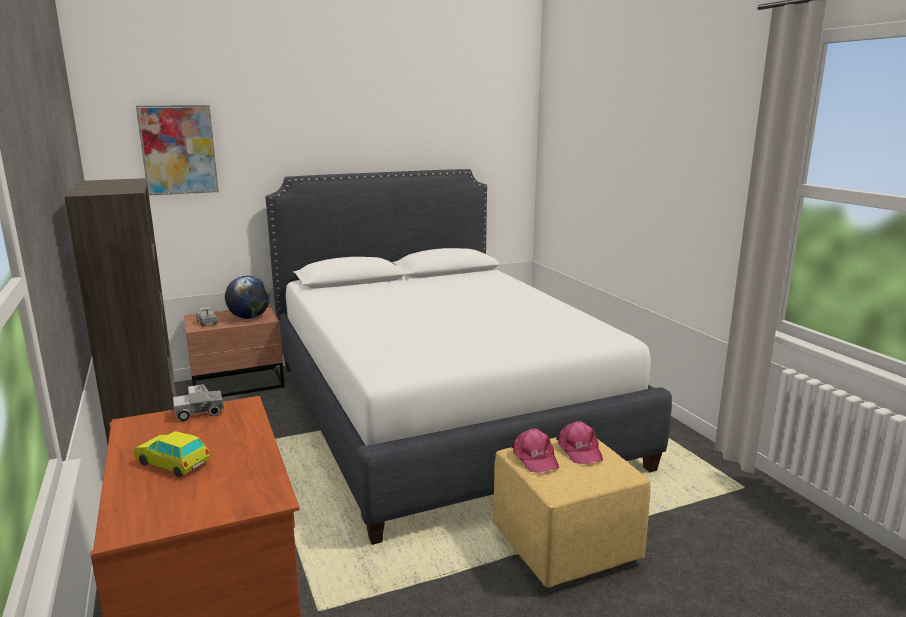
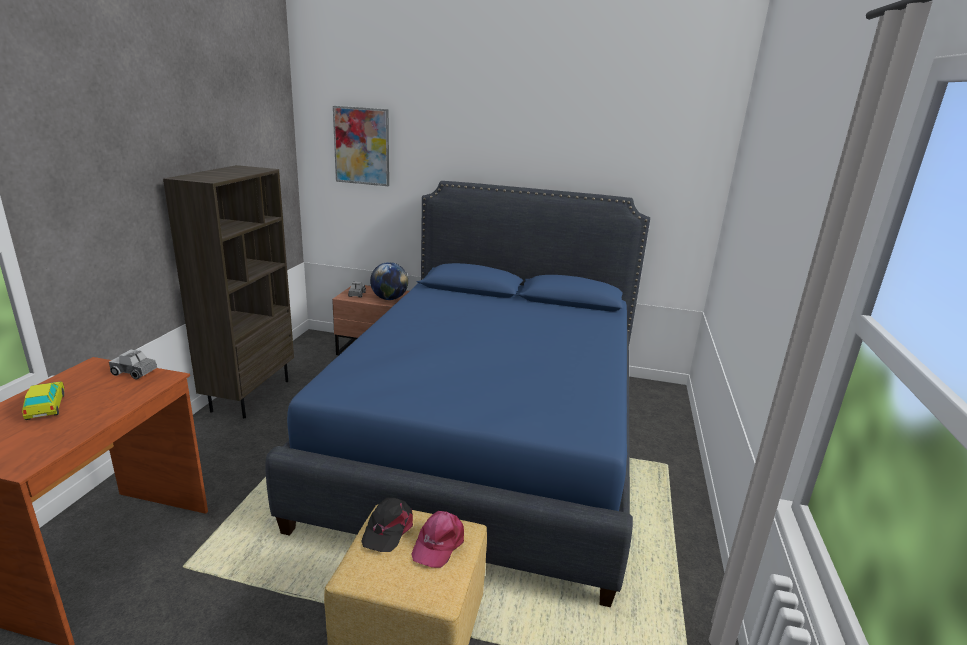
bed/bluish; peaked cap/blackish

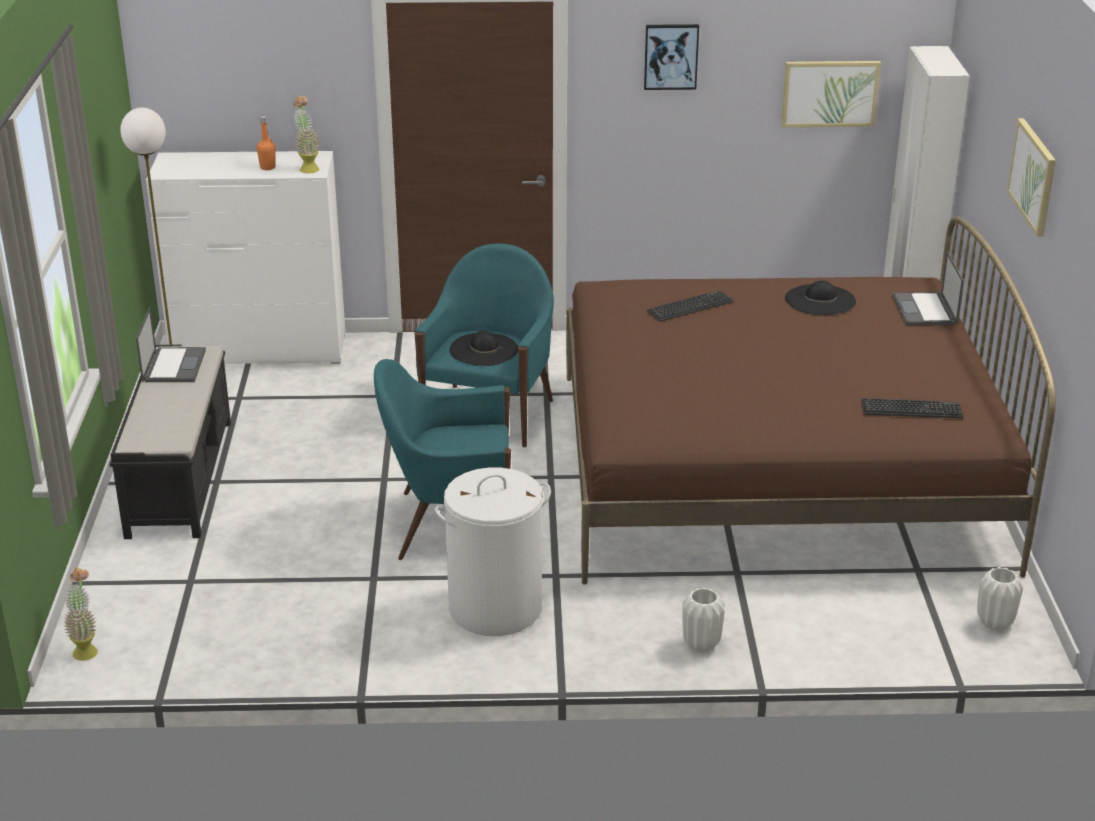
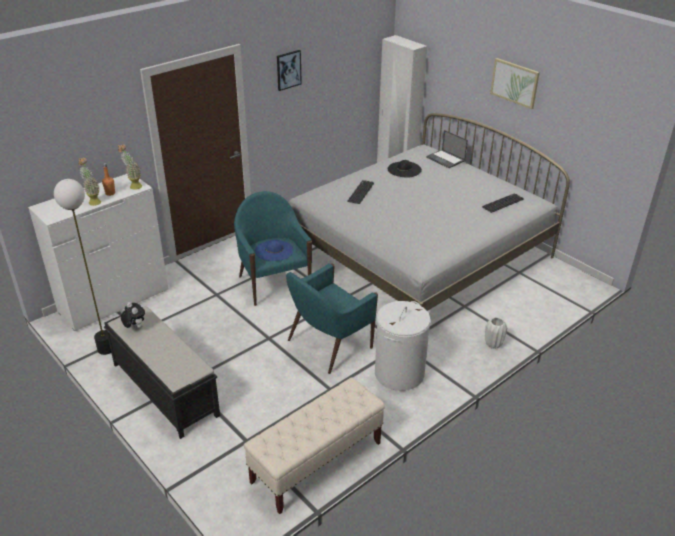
wall picture (2nd from left in the first image); bed/white-coloured; plush toy; hat/bluish; plant in a pot (1st from left); flower vase/white-coloured (2nd from left in the first image); bench/beige

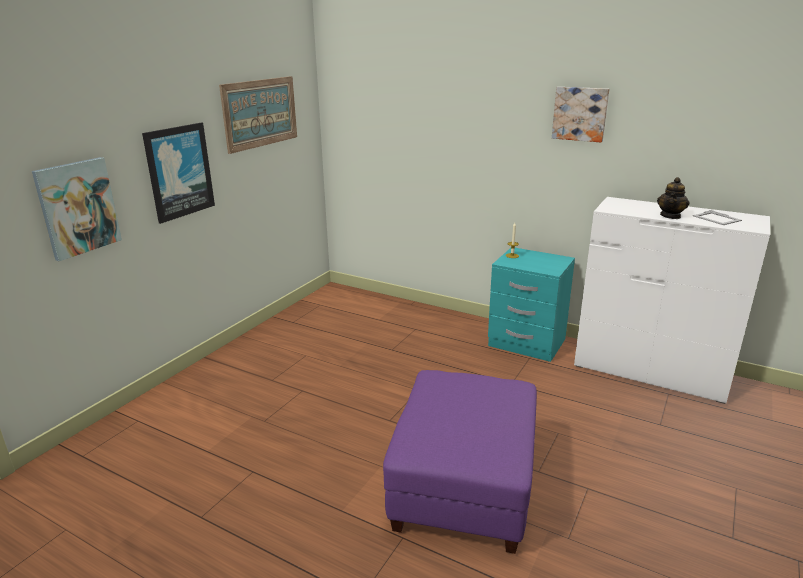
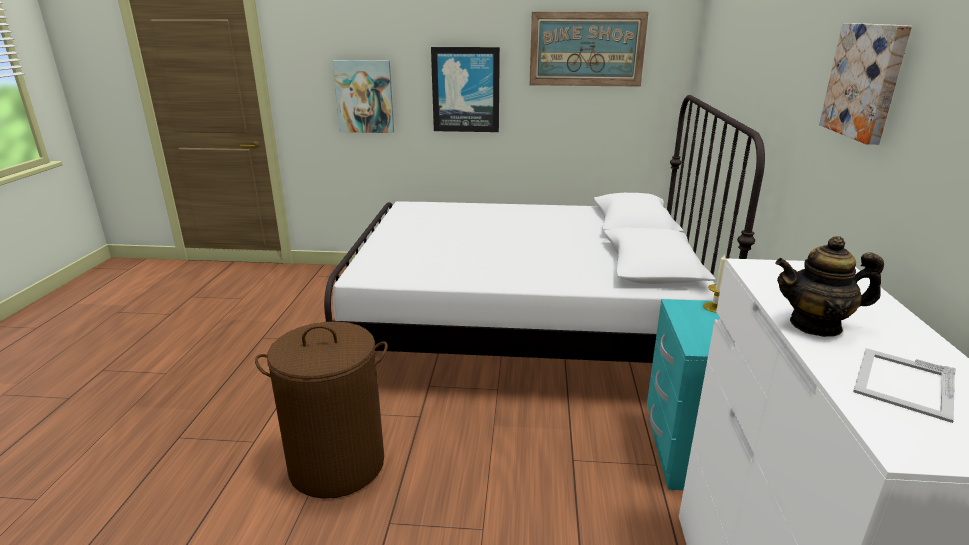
laundry basket/brown; bed/white-coloured

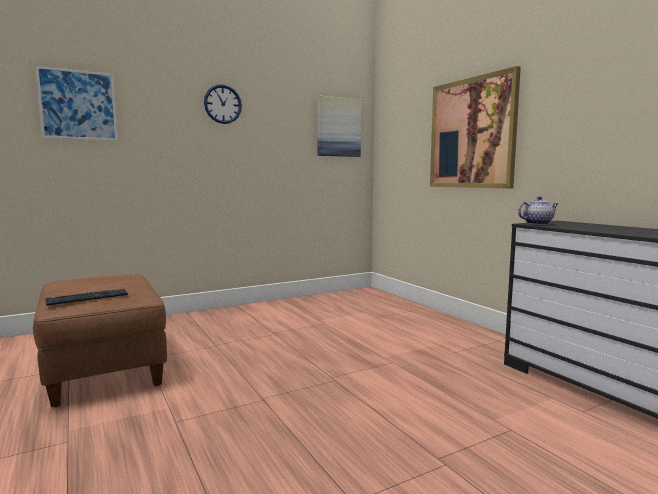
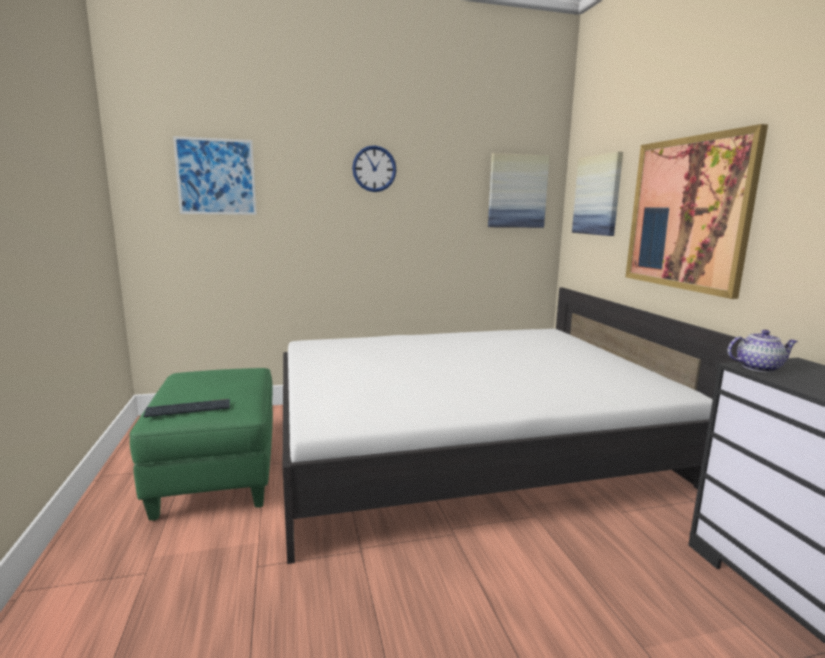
pouffe/greenish; wall picture (3rd from left); bed/white-coloured

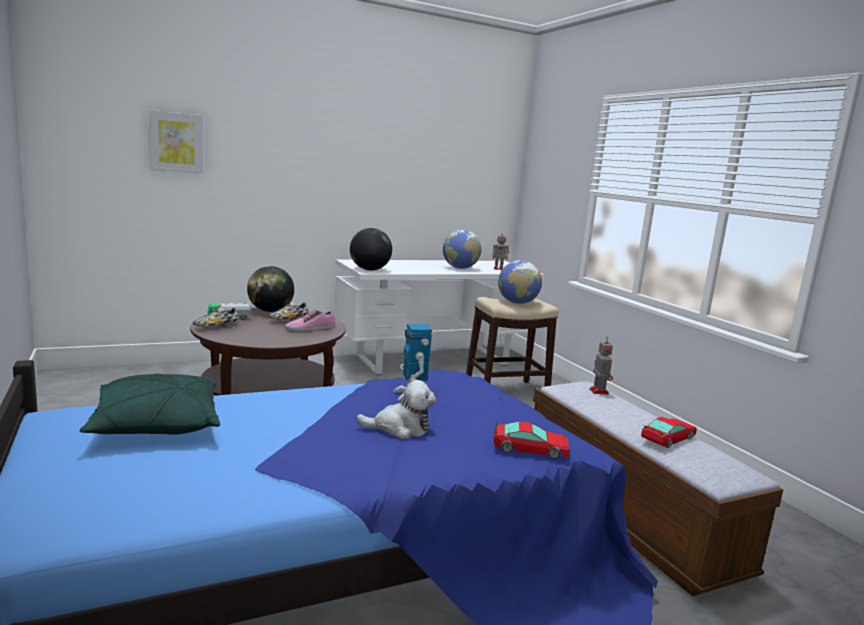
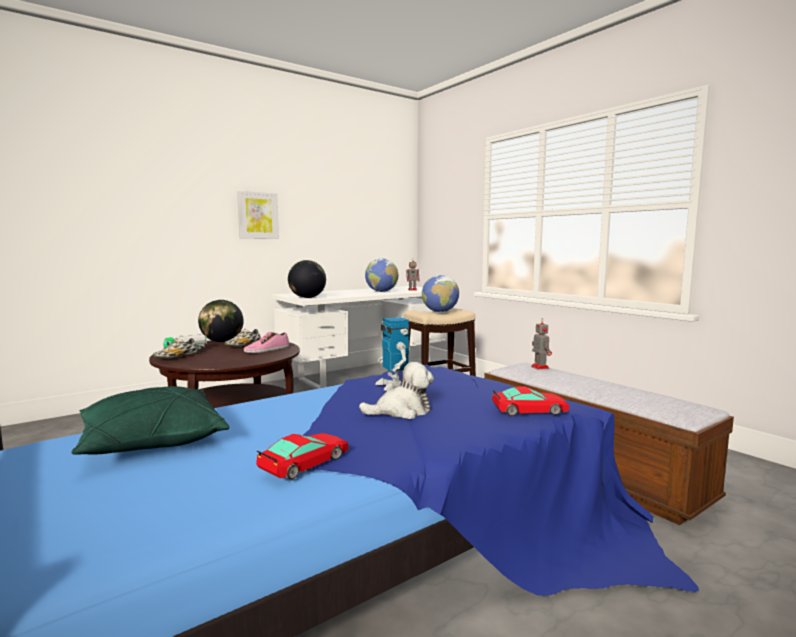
wall picture; miniature car (1st from left)

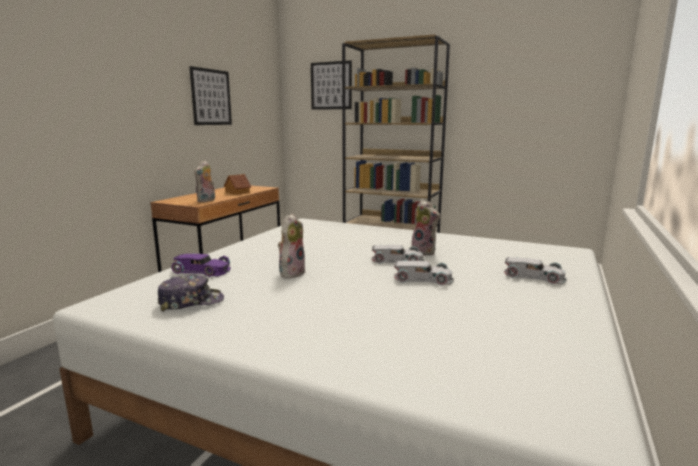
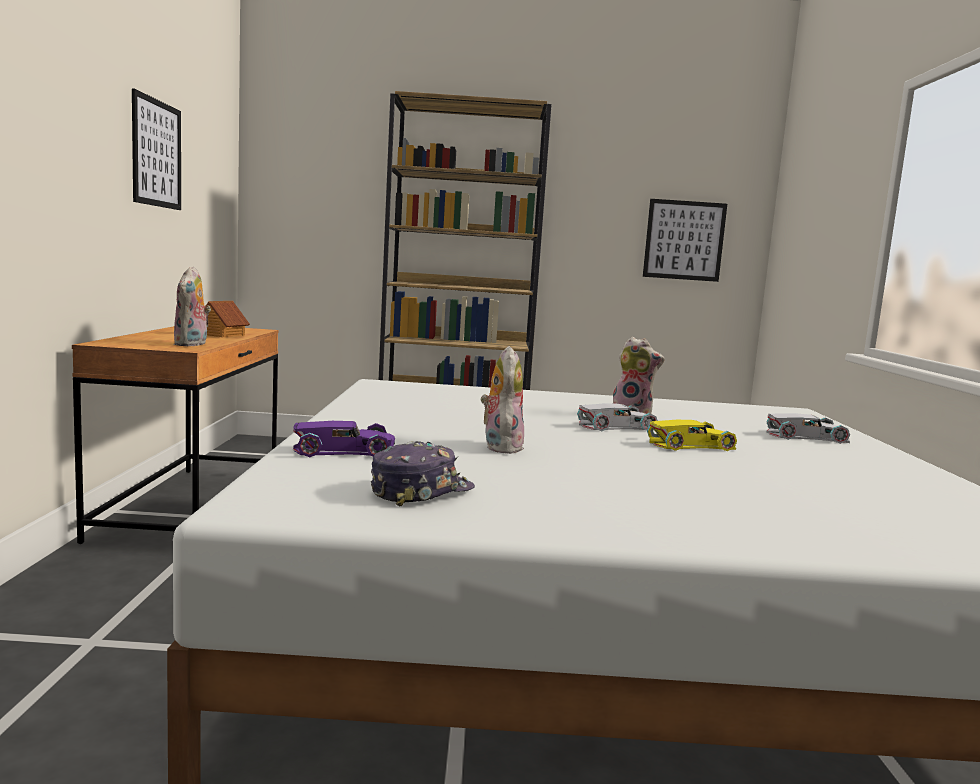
wall picture (2nd from left); miniature car/yellow-coloured

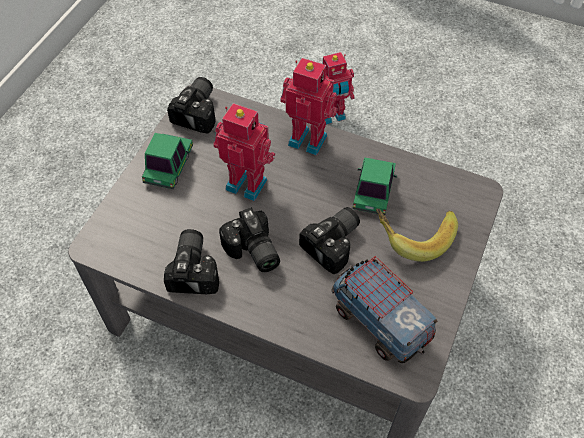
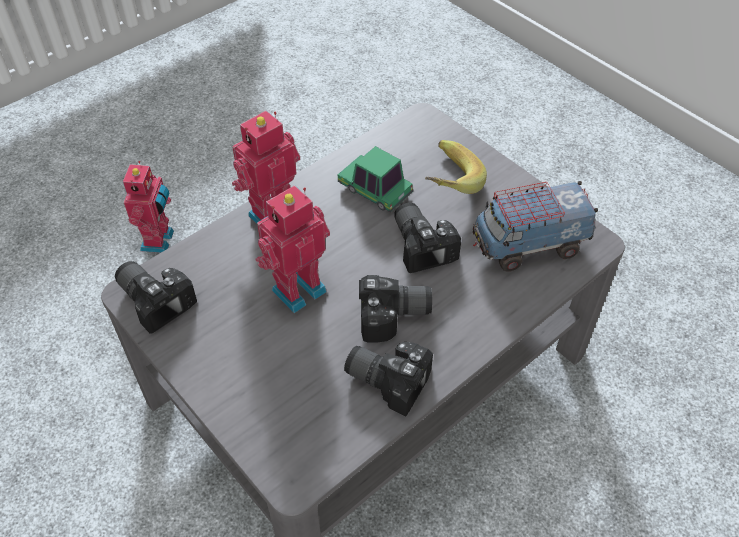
miniature car (1st from left in the first image)

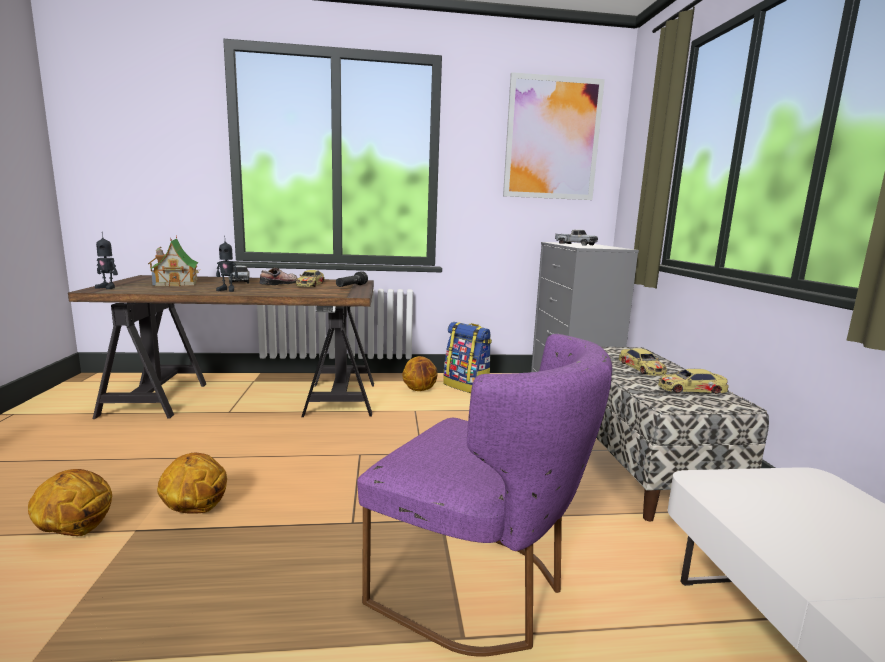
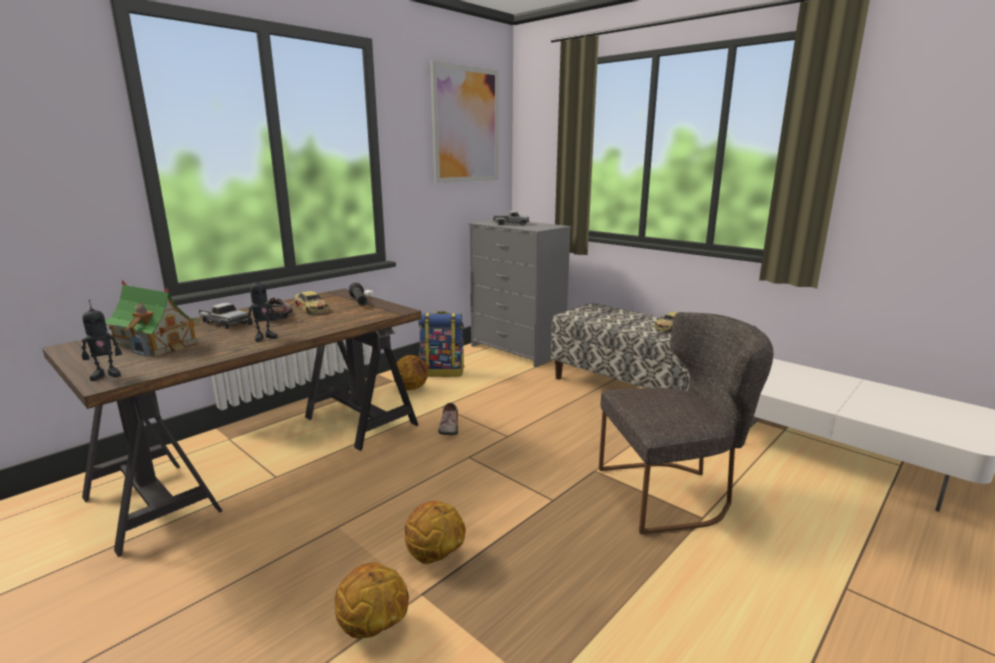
chair/greyish; miniature car (2nd from left in the first image); item of footwear (2nd from left)

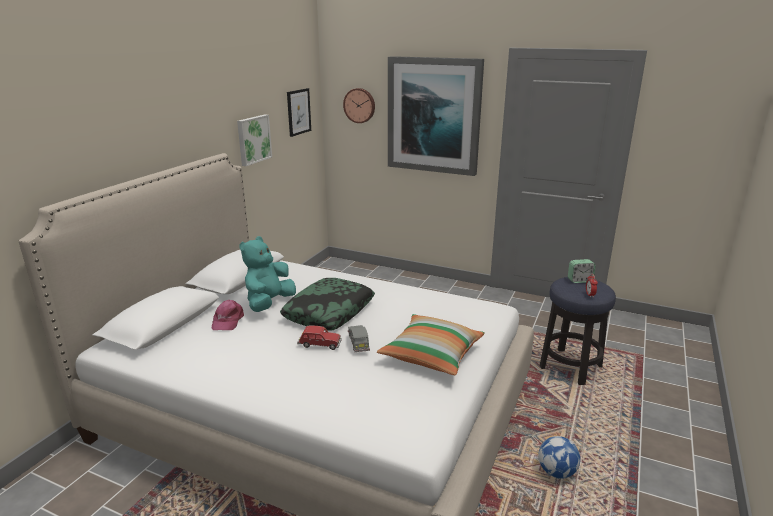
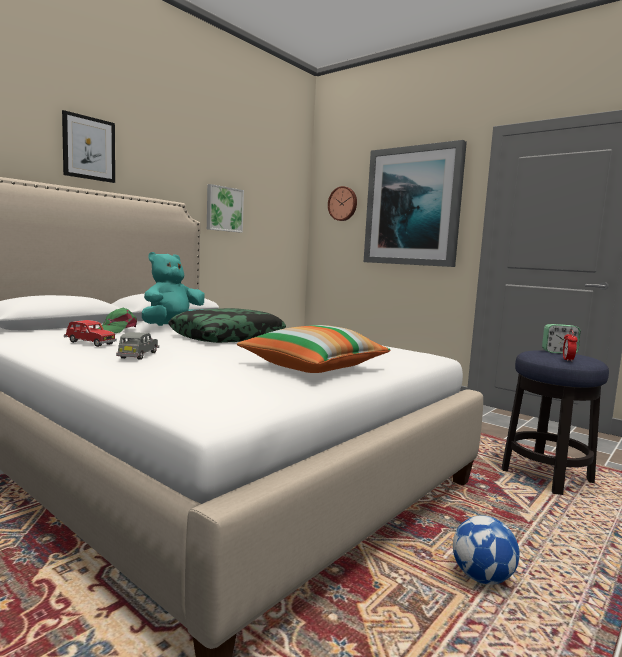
wall picture (1st from left); peaked cap/greenish; miniature car/red; miniature car/greyish

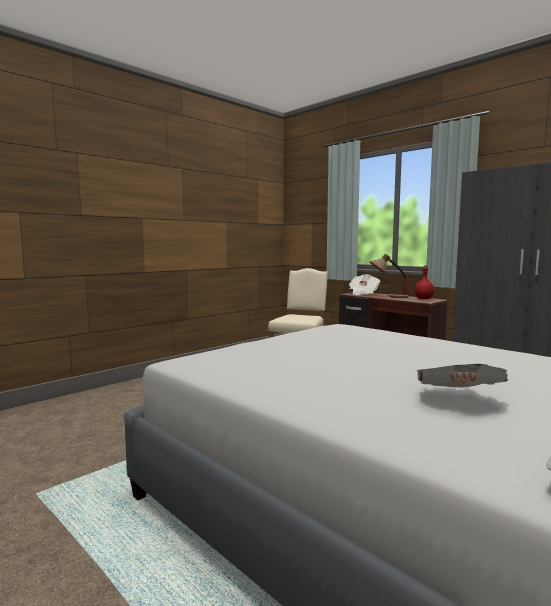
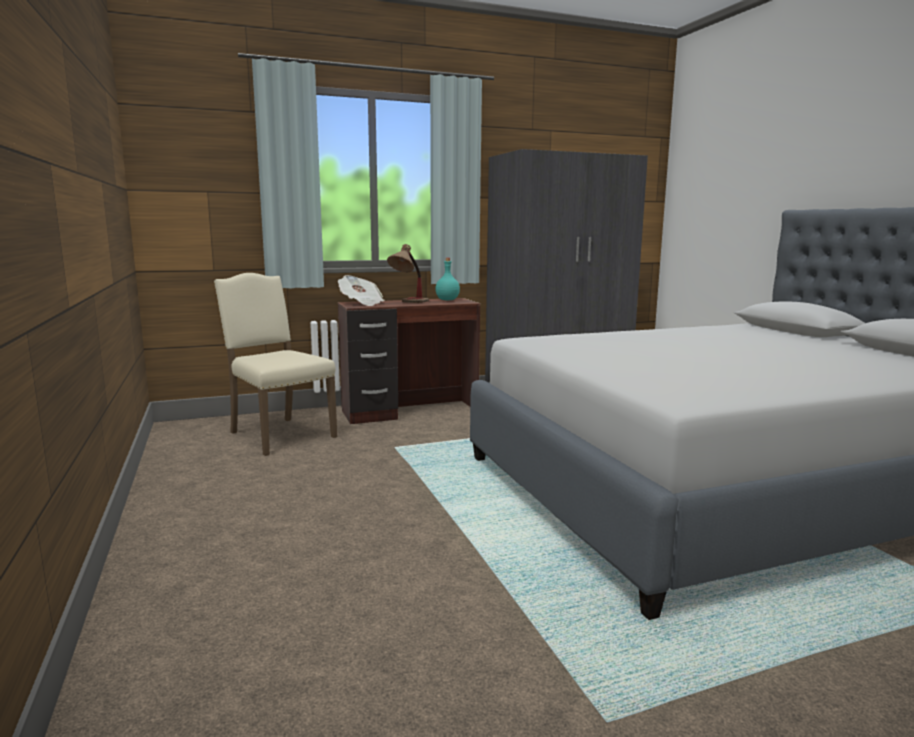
drink bottle/turquoise; newspaper (2nd from left in the first image)

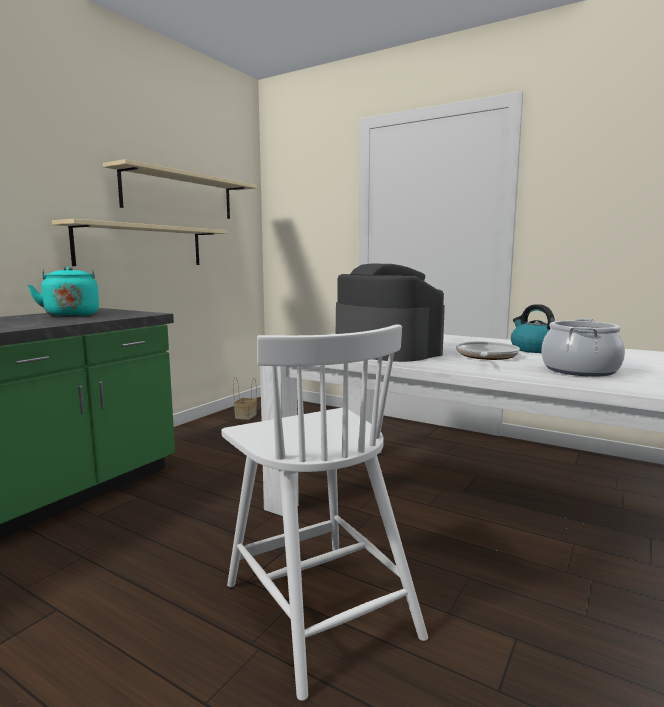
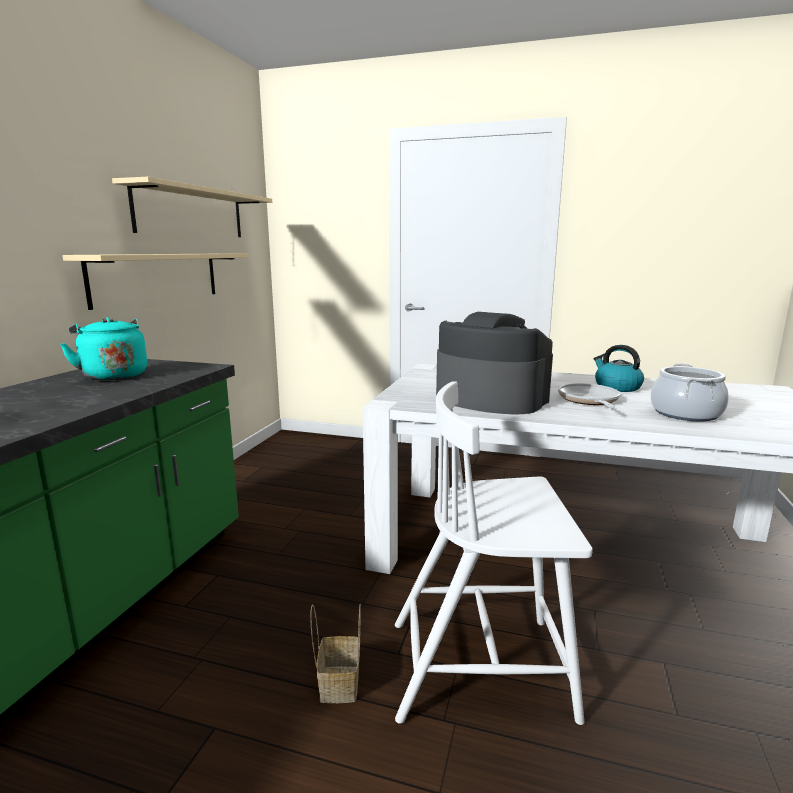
chair/white-coloured; household basket

